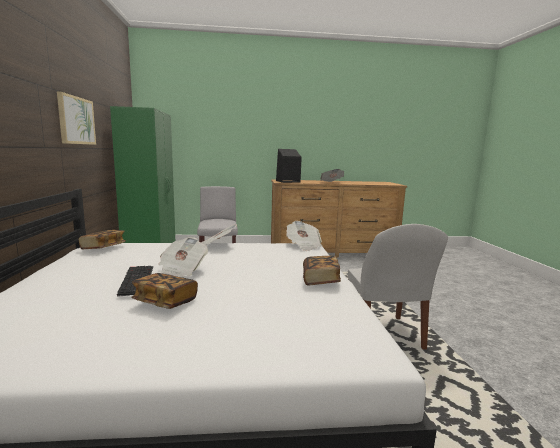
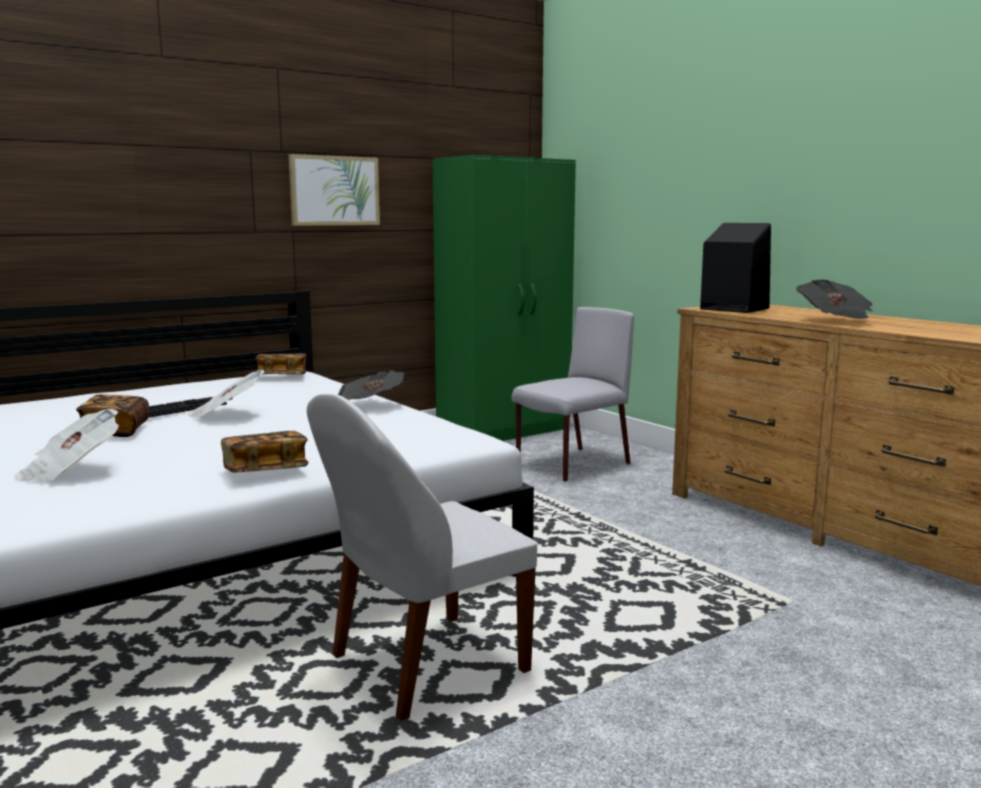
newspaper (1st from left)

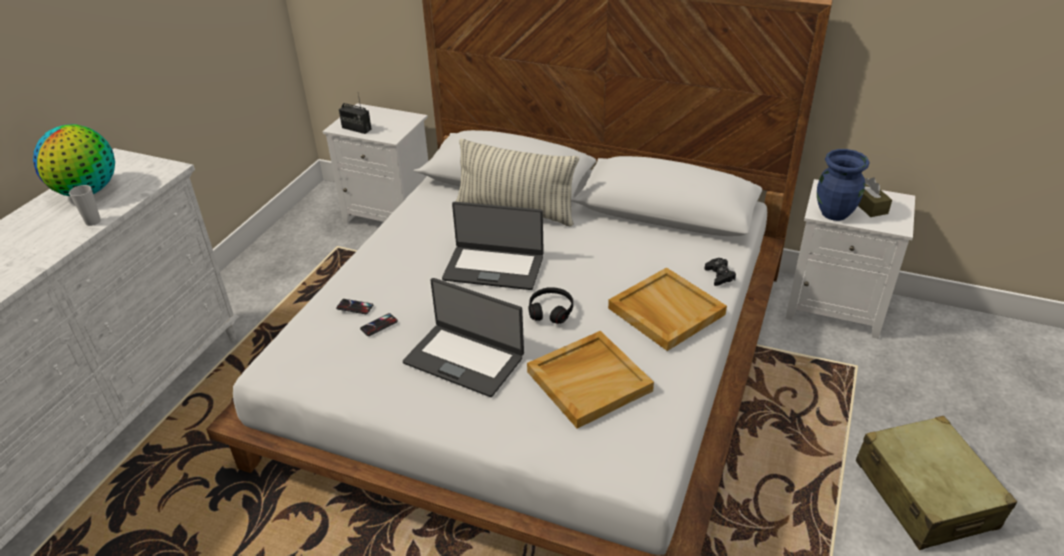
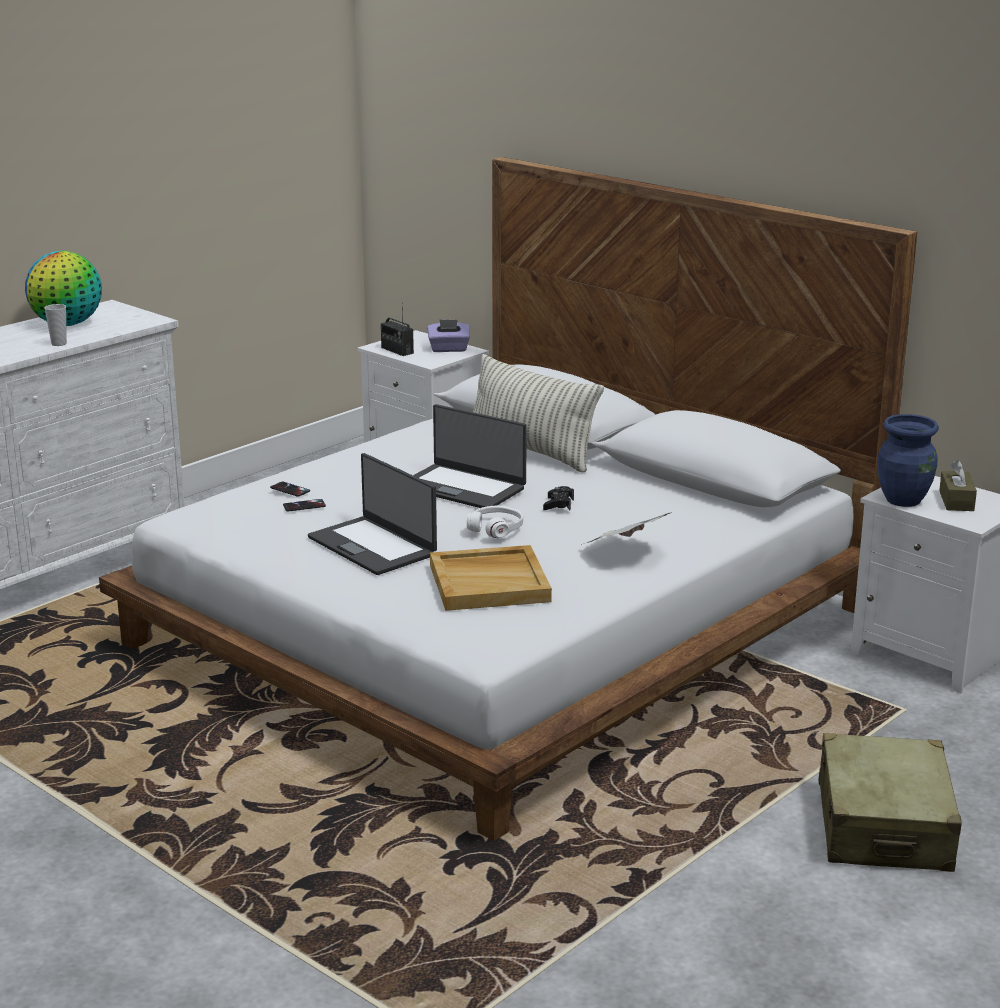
joypad/blackish; newspaper; pair of headphones/white-coloured; box of tissues/purplish

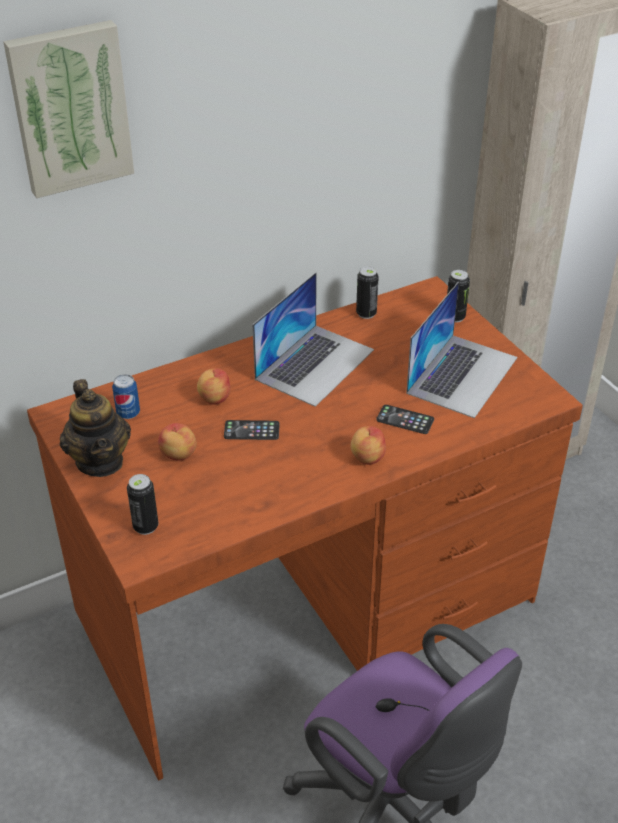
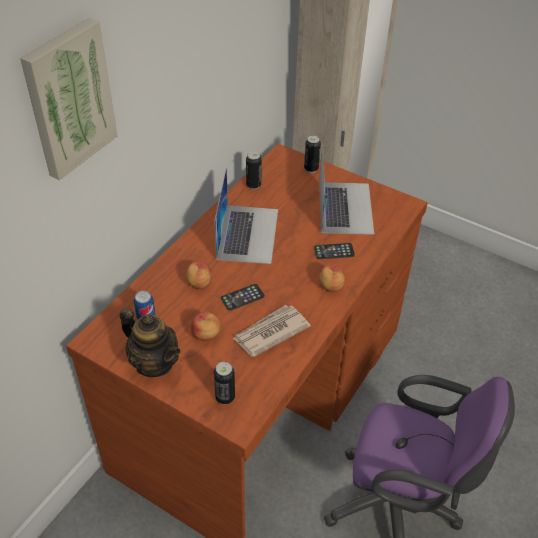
newspaper

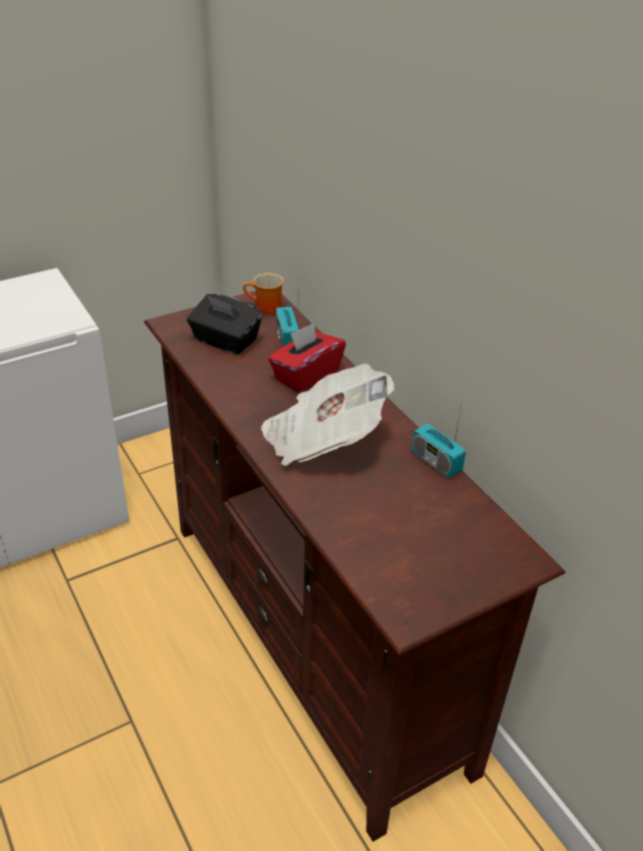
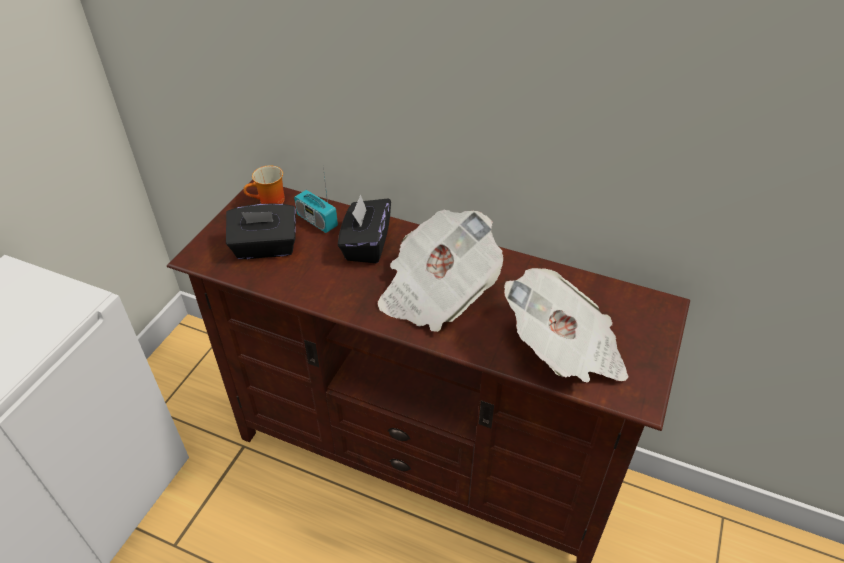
box of tissues/blackish (2nd from left); radio receiver (2nd from left in the first image); newspaper (2nd from left)

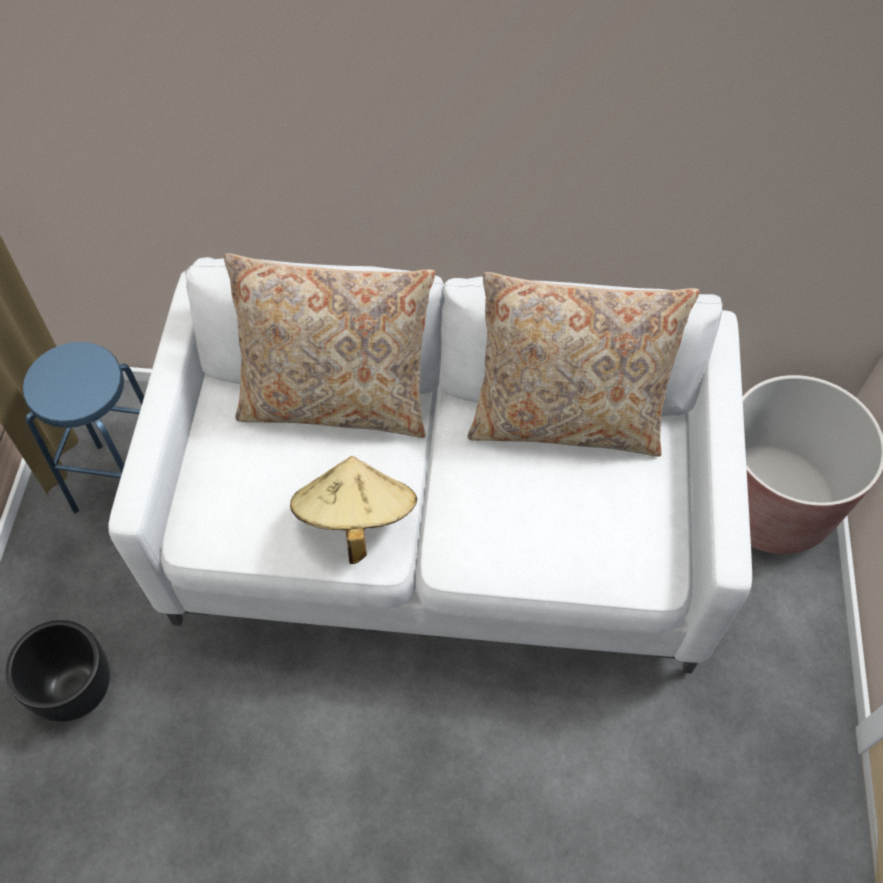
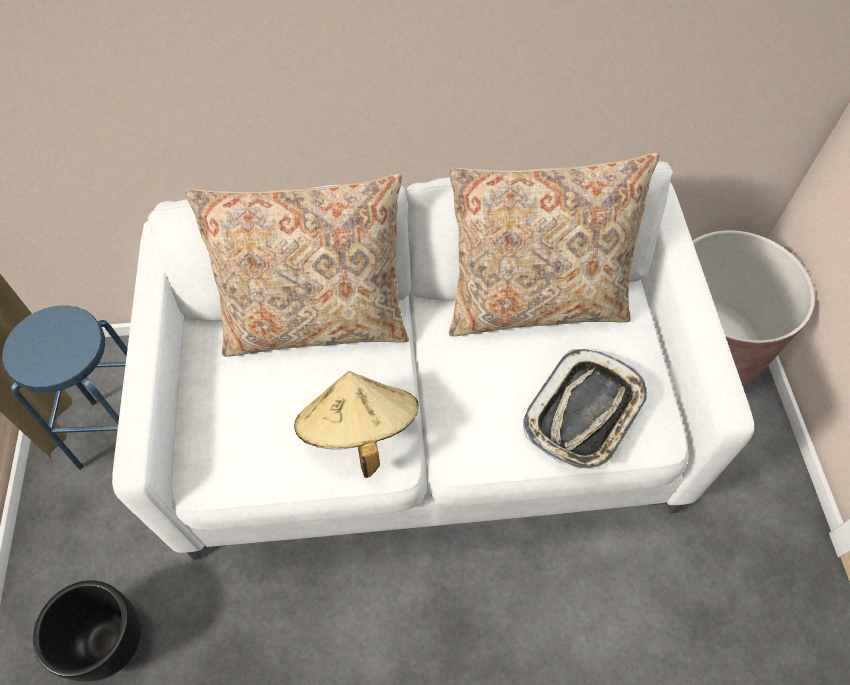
tray

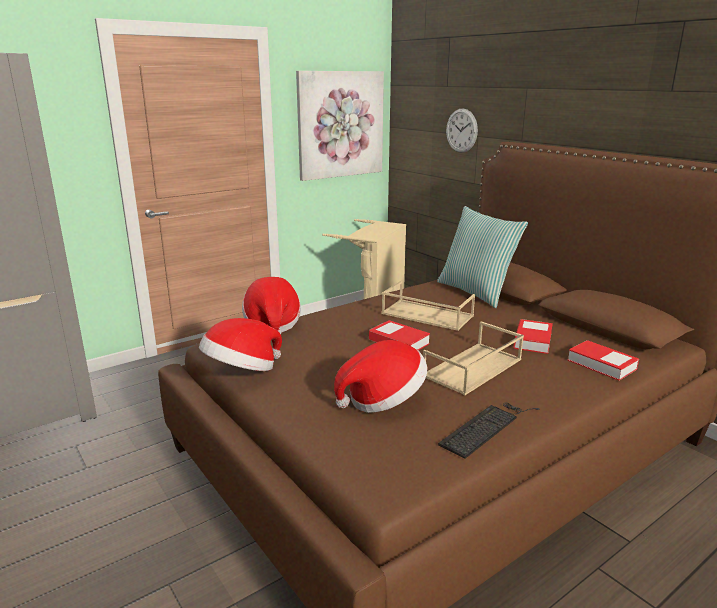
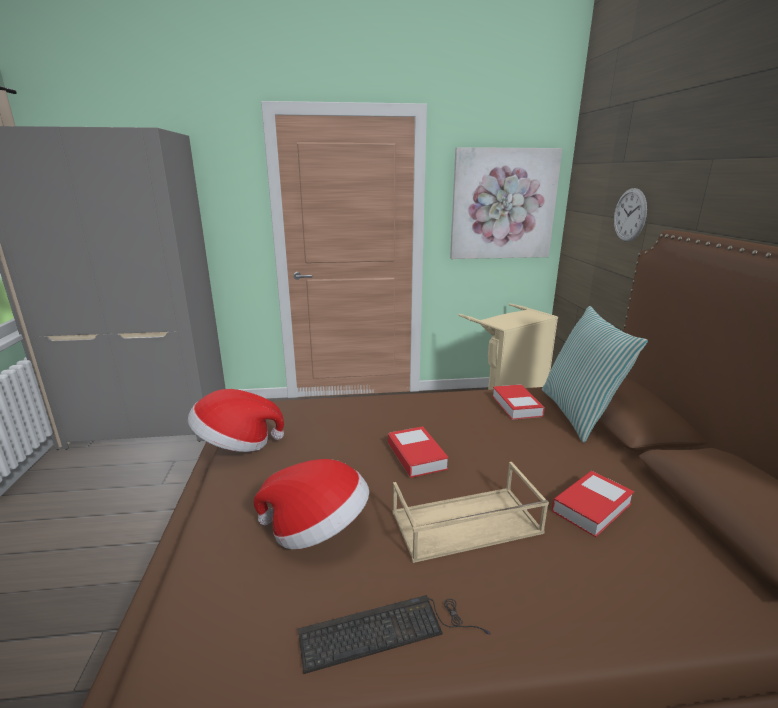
hat (2nd from left in the first image); tray/beige (1st from left in the first image); bound book (2nd from left)

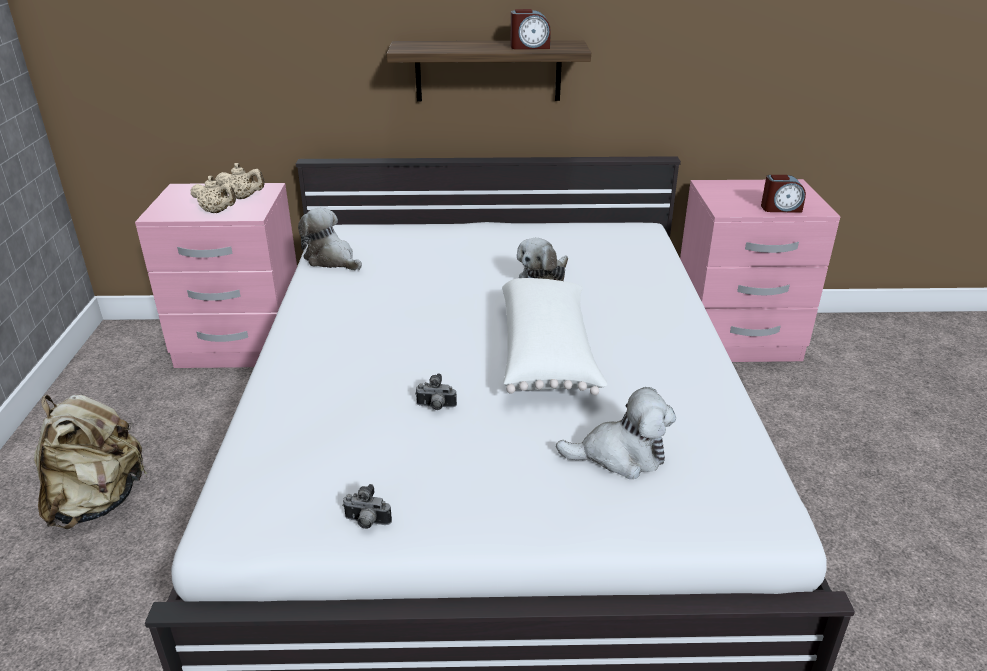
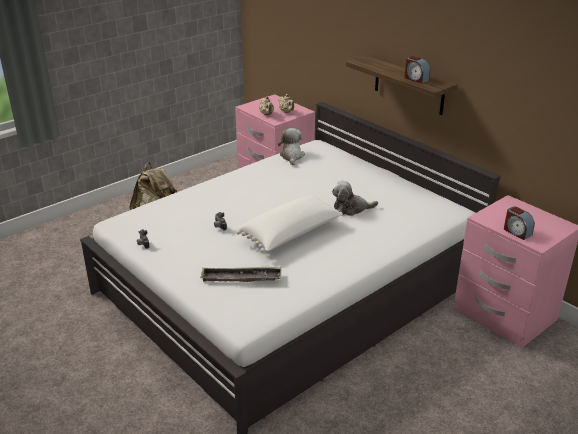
tray

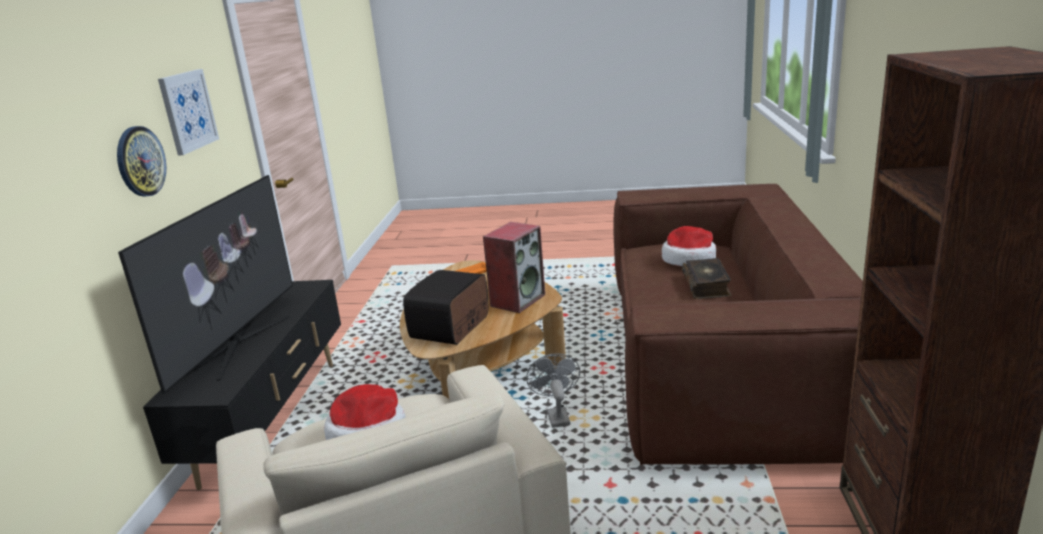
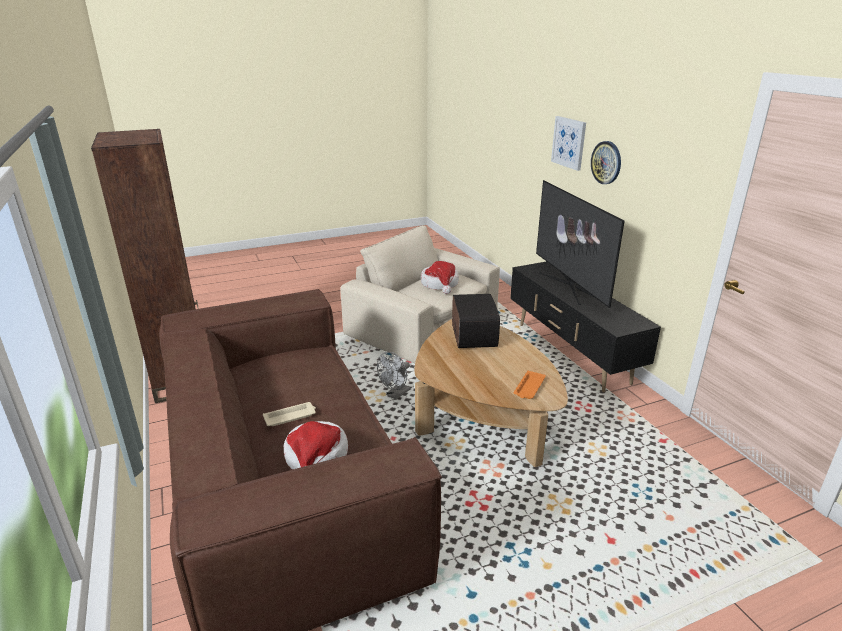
wall picture; loudspeaker; tray/beige; electric fan/greyish

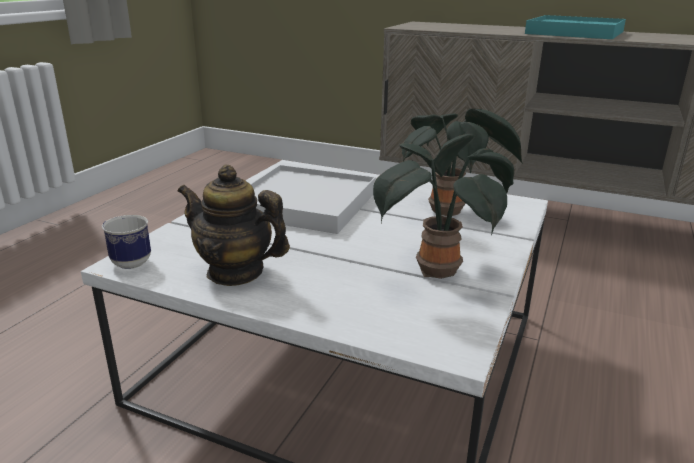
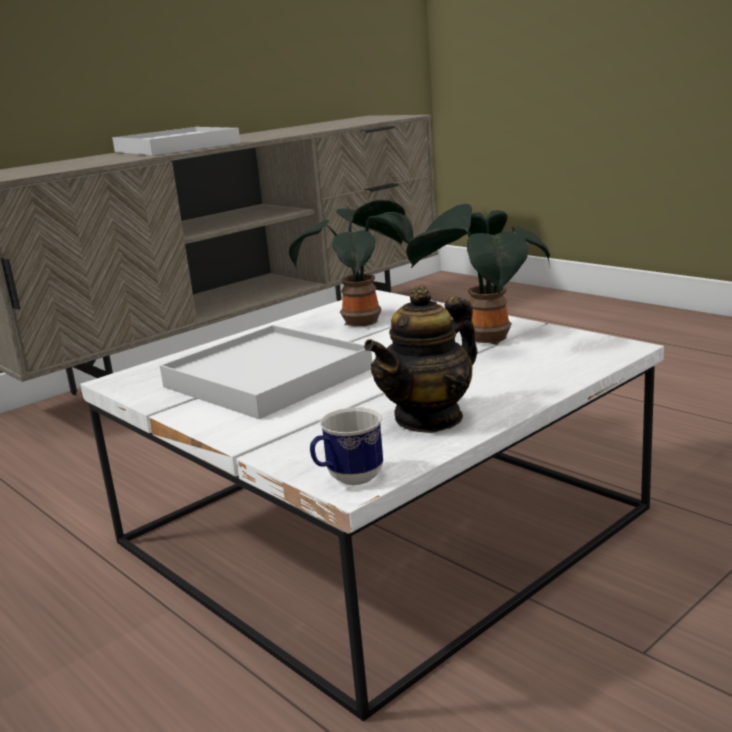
tray/white-coloured (1st from left)

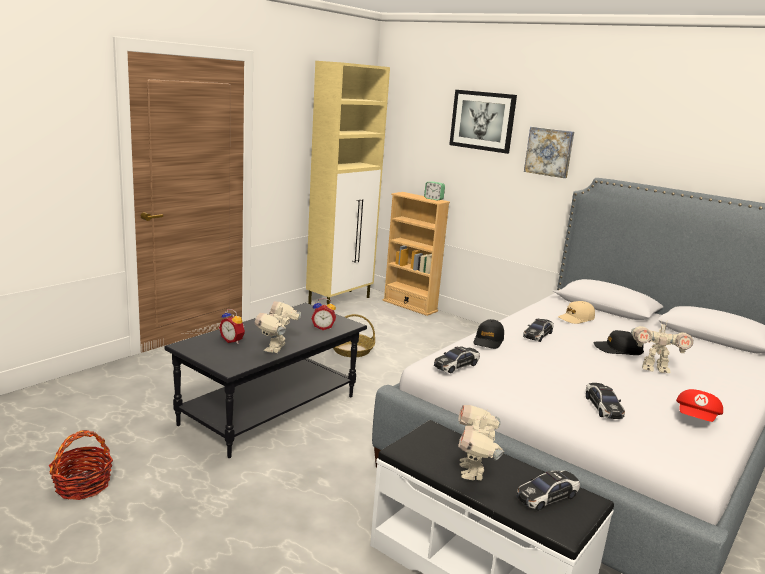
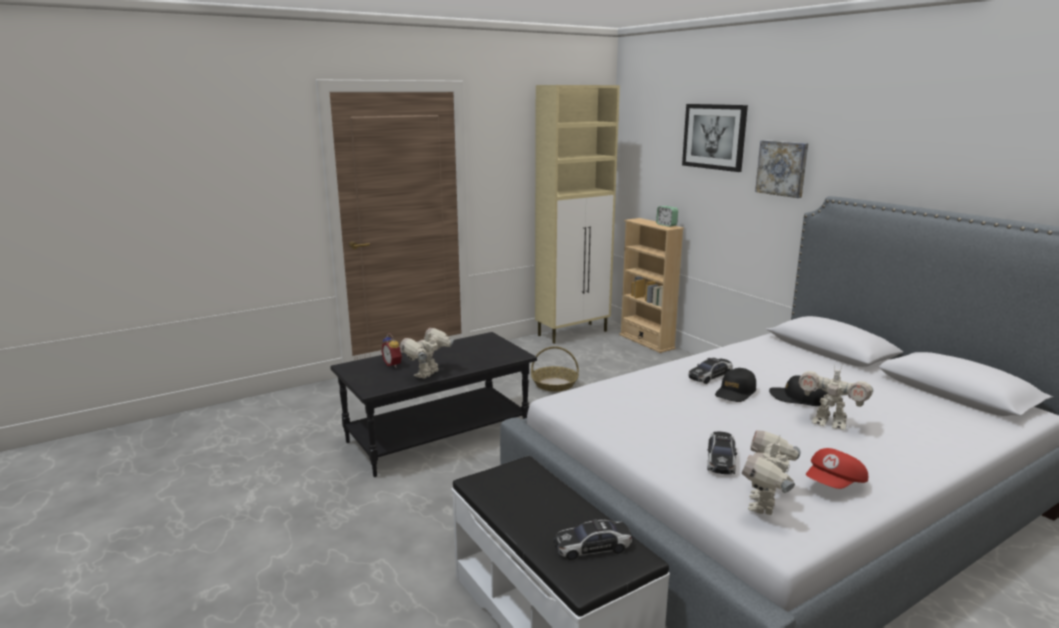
bedside clock (2nd from left in the first image); peaked cap/beige; peaked cap/blackish (1st from left); miniature car (1st from left in the first image); toy robot (2nd from left); household basket (1st from left in the first image)

